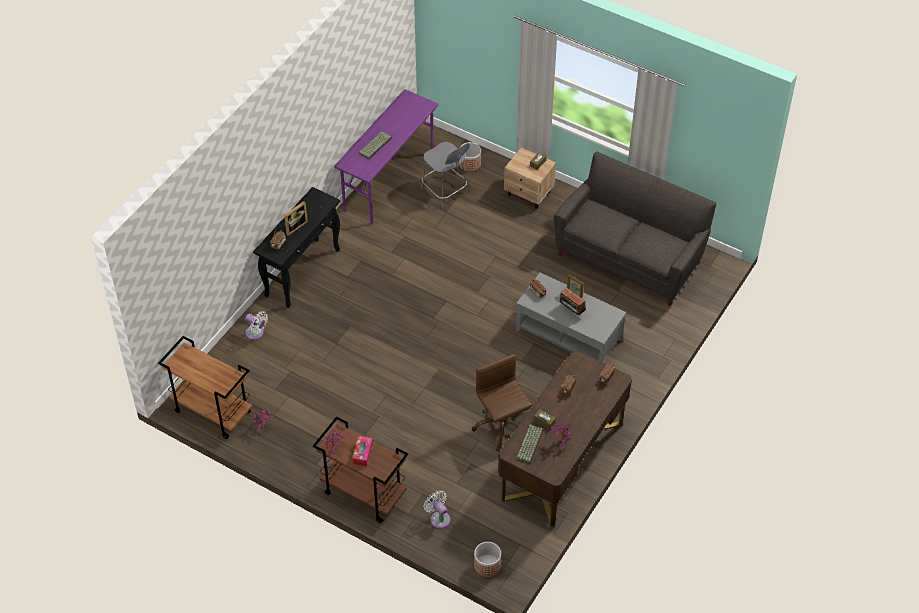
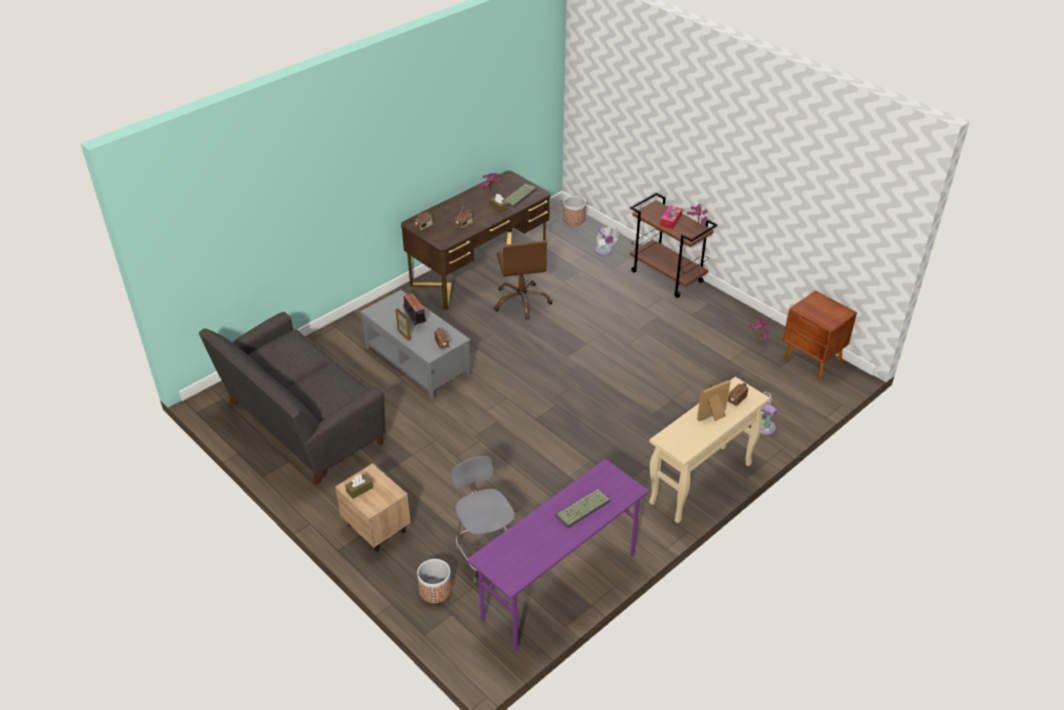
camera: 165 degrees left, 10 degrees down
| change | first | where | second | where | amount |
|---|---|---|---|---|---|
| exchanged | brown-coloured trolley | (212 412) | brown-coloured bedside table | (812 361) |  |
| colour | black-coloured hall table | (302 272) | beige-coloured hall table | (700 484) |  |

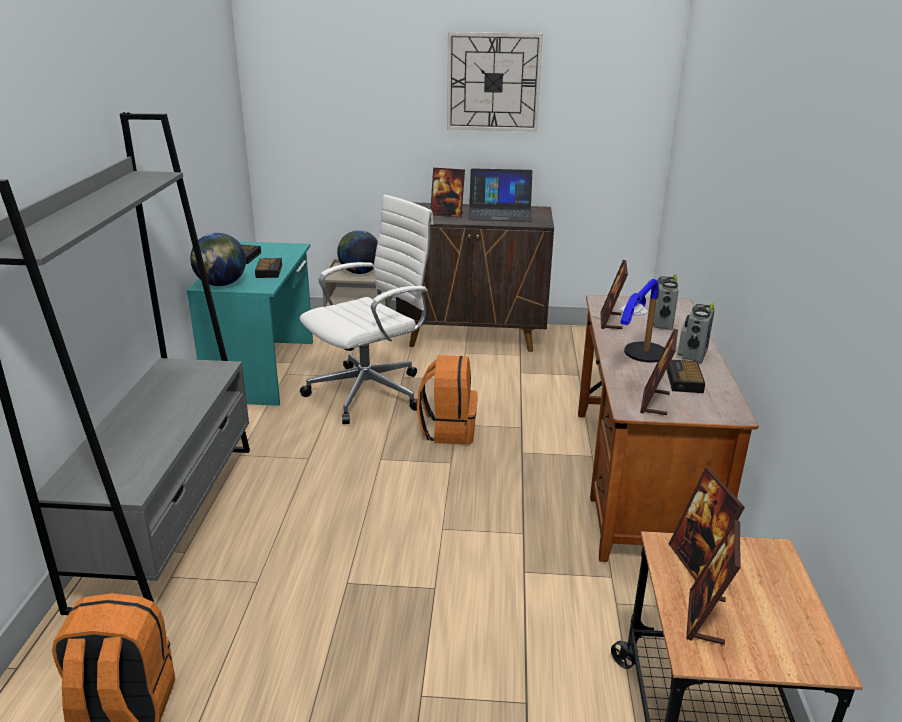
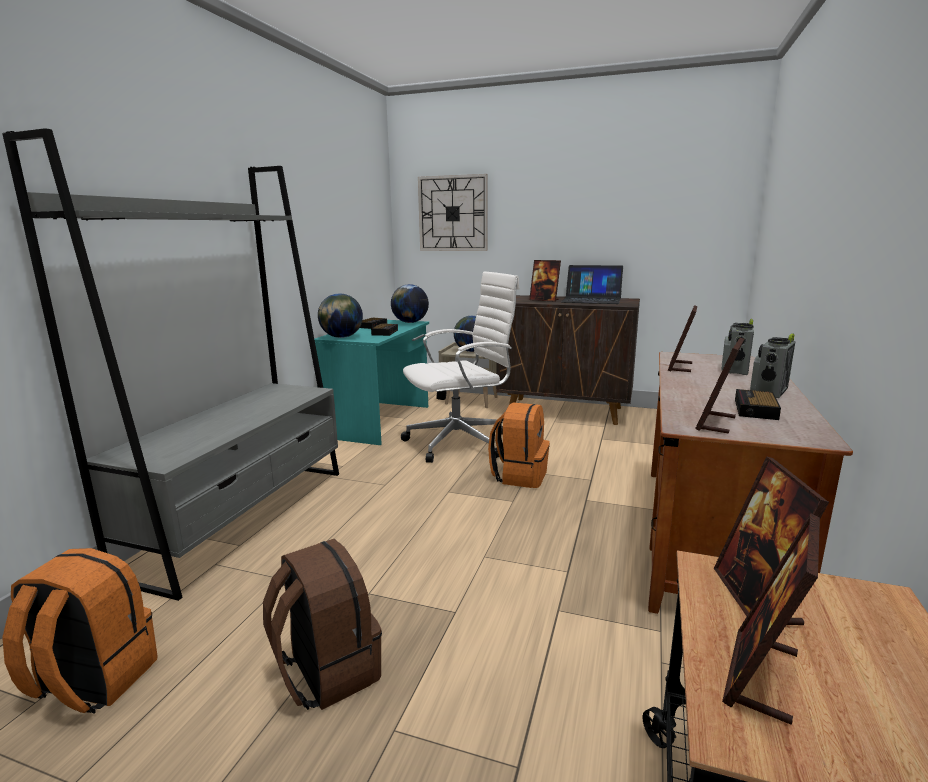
camera: 15 degrees right, 10 degrees down
| change | first | where | second | where | amount |
|---|---|---|---|---|---|
| relocated | wall clock | (493 82) |  | (453 213) |  |
| missing | table lamp | (638 362) |  |  |  |
| appeared |  |  | brown-coloured backpack | (326 671) |  |
| appeared |  |  | globe | (410 322) |  |

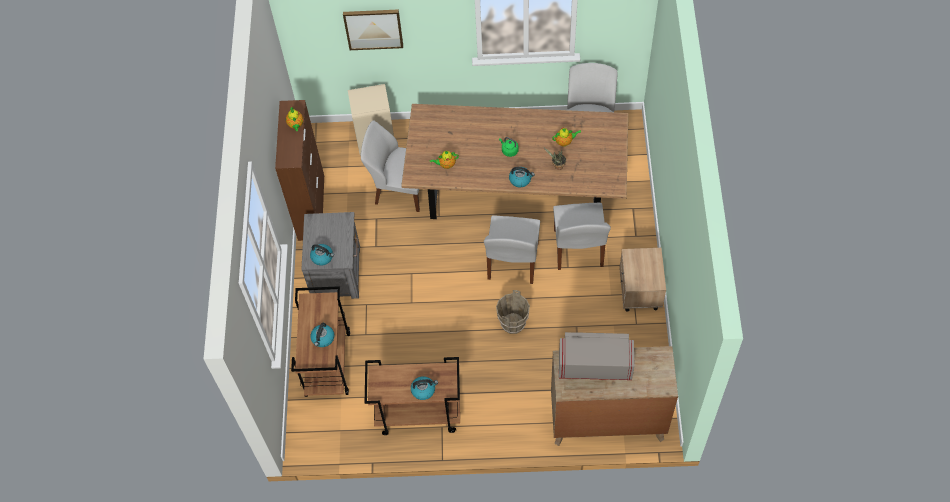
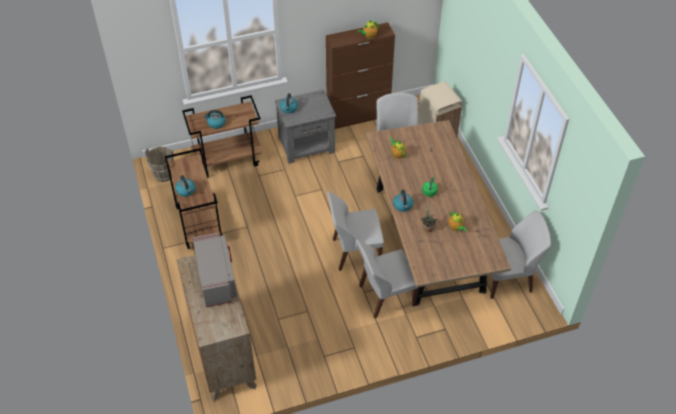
camera: 70 degrees right, 10 degrees down
| change | first | where | second | where | amount |
|---|---|---|---|---|---|
| missing | picture | (373 28) |  |  |  |
| relocated | brown-coloured water bucket | (513 324) |  | (164 175) |  |
| missing | beige-coloured bedside table | (639 293) |  |  |  |

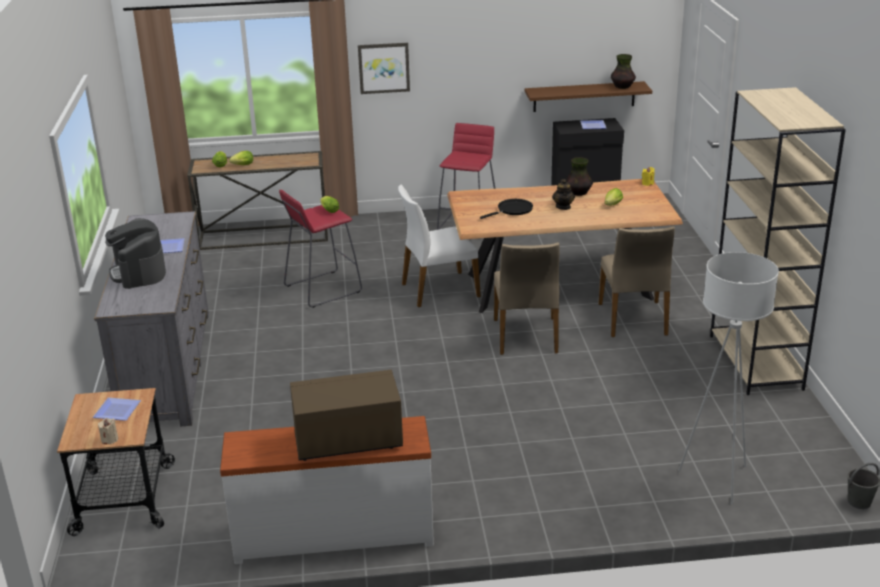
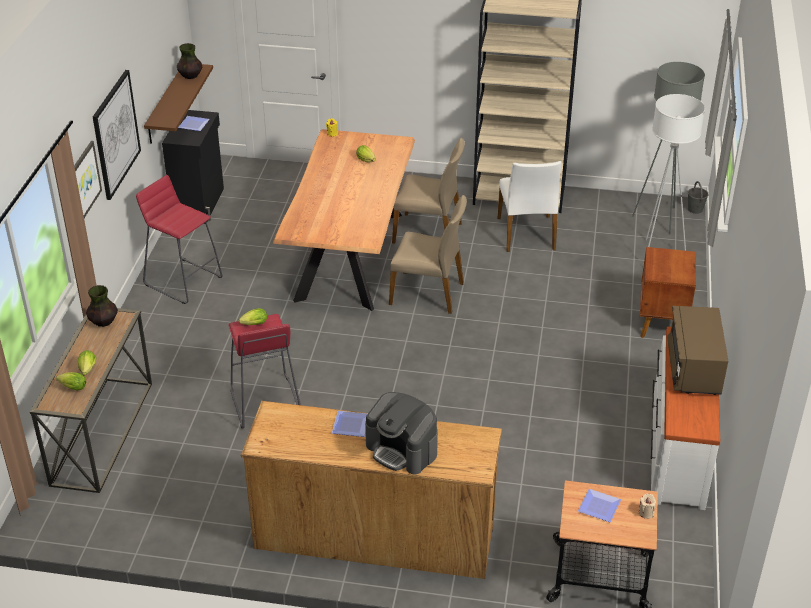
camera: 75 degrees left, 10 degrees up
| change | first | where | second | where | amount |
|---|---|---|---|---|---|
| colour | greyish chest of drawers | (167 367) | brown-coloured chest of drawers | (374 535) |  |
| spun | coffee maker | (139 272) |  | (402 449) | 45 degrees clockwise |
| relocated | white upright chair | (439 290) |  | (527 234) |  |
| missing | black-coloured skillet | (513 210) |  |  |  |
| missing | teapot | (563 207) |  |  |  |
| relocated | flower vase | (578 193) |  | (103 322) |  |
| appeared |  |  | picture | (116 134) |  |
| appeared |  |  | greyish standing lamp | (659 219) |  |
| appeared |  |  | brown-coloured bedside table | (662 324) |  |

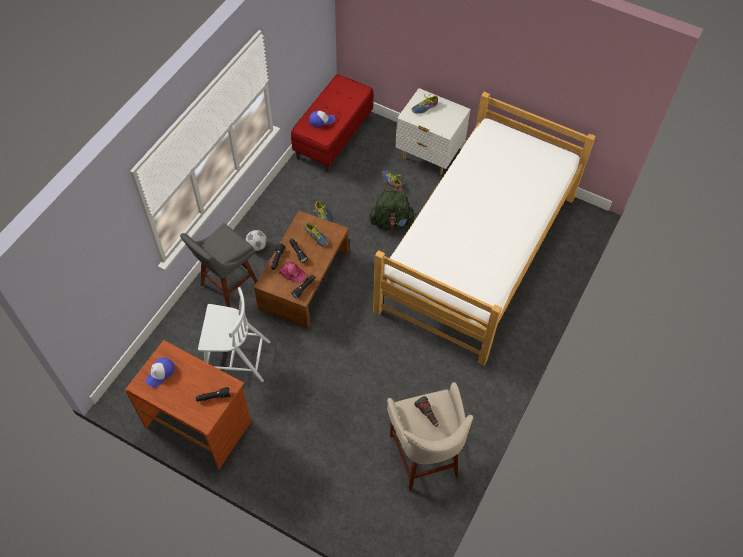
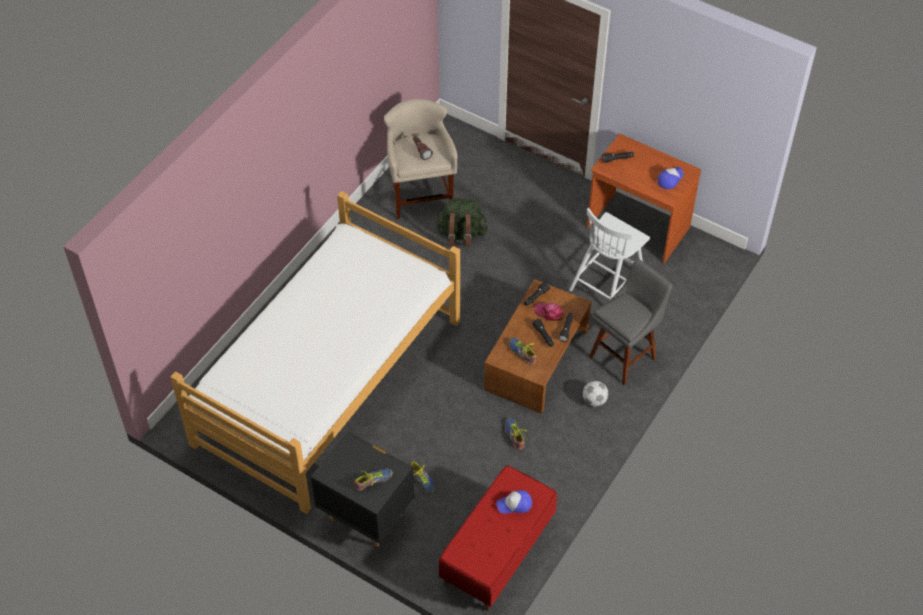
camera: 175 degrees left, 5 degrees down
| change | first | where | second | where | amount |
|---|---|---|---|---|---|
| spun | white upright chair | (236 359) |  | (607 282) | 60 degrees counterclockwise |
| relocated | green backpack | (391 222) |  | (461 234) |  |
| colour | white bedside table | (429 156) | black-coloured bedside table | (366 516) |  |

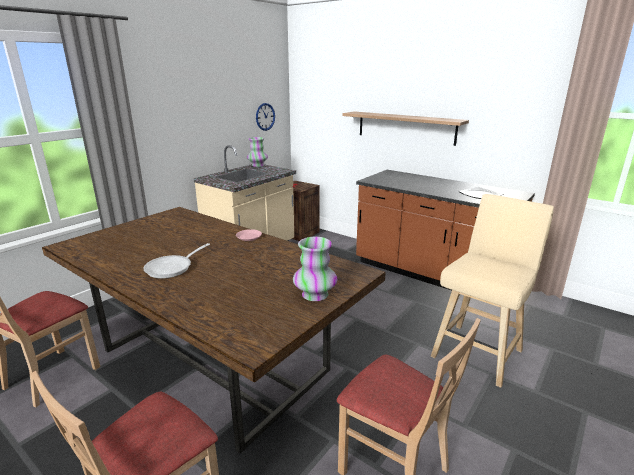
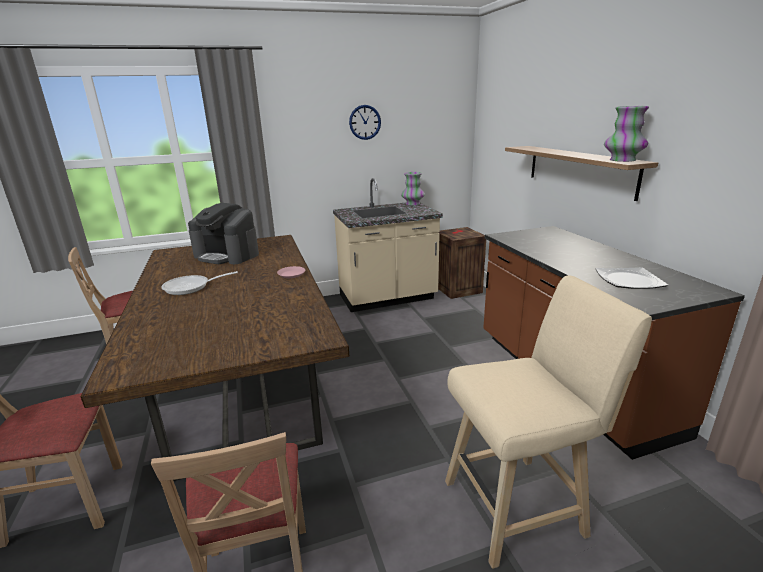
camera: 35 degrees right, 0 degrees up
| change | first | where | second | where | amount |
|---|---|---|---|---|---|
| relocated | wall clock | (265 117) |  | (365 122) |  |
| relocated | flower vase | (315 294) |  | (622 160) |  |
| appeared |  |  | coffee maker | (227 255) |  |

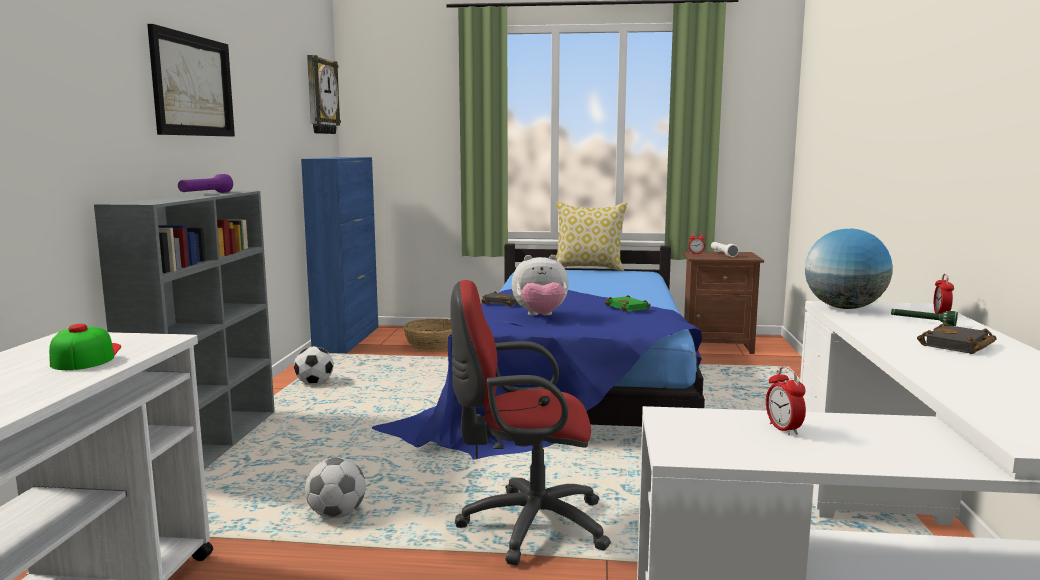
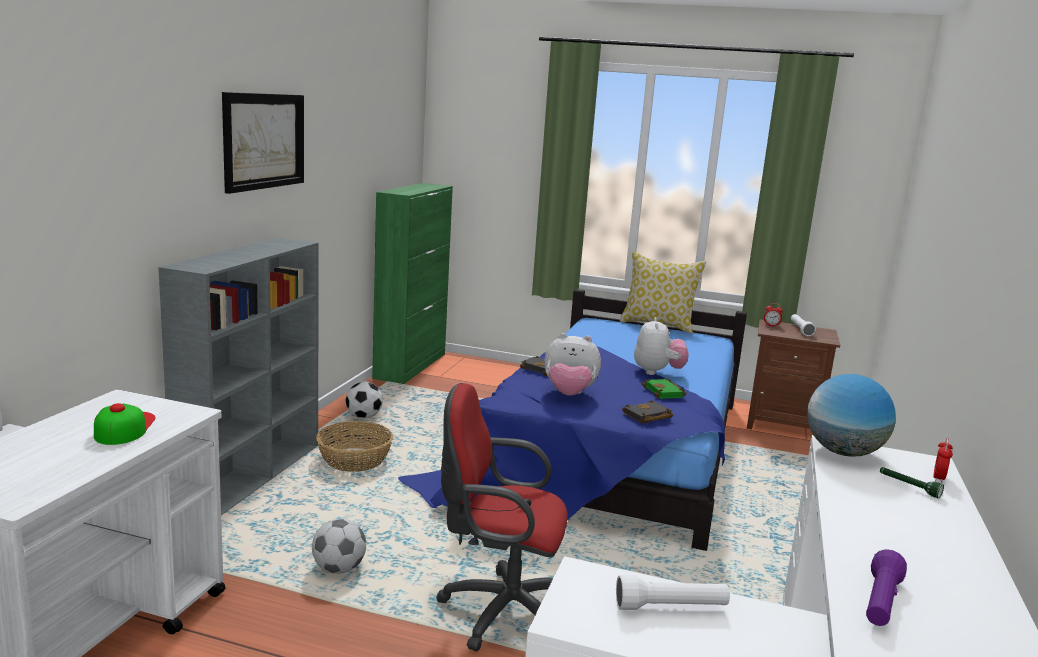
camera: 10 degrees right, 5 degrees up
| change | first | where | second | where | amount |
|---|---|---|---|---|---|
| relocated | purplish torch | (205 194) |  | (880 603) |  |
| colour | blue-coloured cabinet | (347 339) | green cabinet | (411 365) |  |
| missing | wall clock | (320 96) |  |  |  |
| relocated | household basket | (433 345) |  | (355 460) |  |
| exchanged | table clock | (783 429) | white torch | (671 607) |  |
| relocated | black-coloured volume | (958 346) |  | (647 417) |  |
| appeared |  |  | cuddly toy | (657 372) |  |

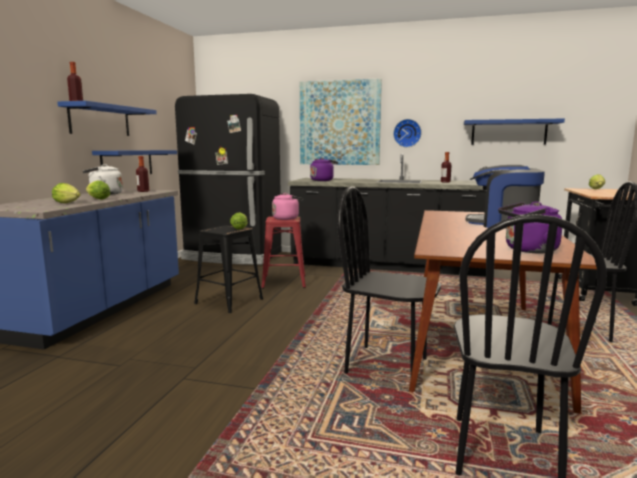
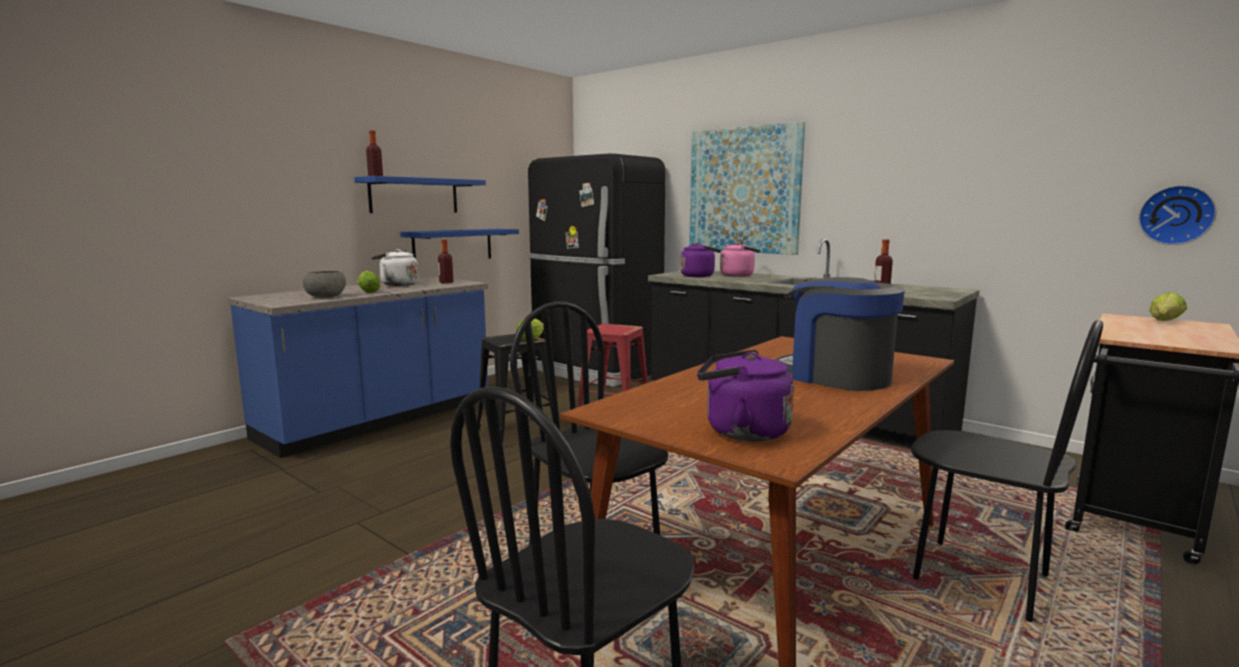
camera: 25 degrees right, 0 degrees up
| change | first | where | second | where | amount |
|---|---|---|---|---|---|
| exchanged | lettuce | (68 203) | greyish serving bowl | (326 296) |  |
| relocated | pink-coloured tea kettle | (287 218) |  | (739 275) |  |
| relocated | wall clock | (407 133) |  | (1176 215) |  |
| missing | blue-coloured wall shelf | (508 132) |  |  |  |

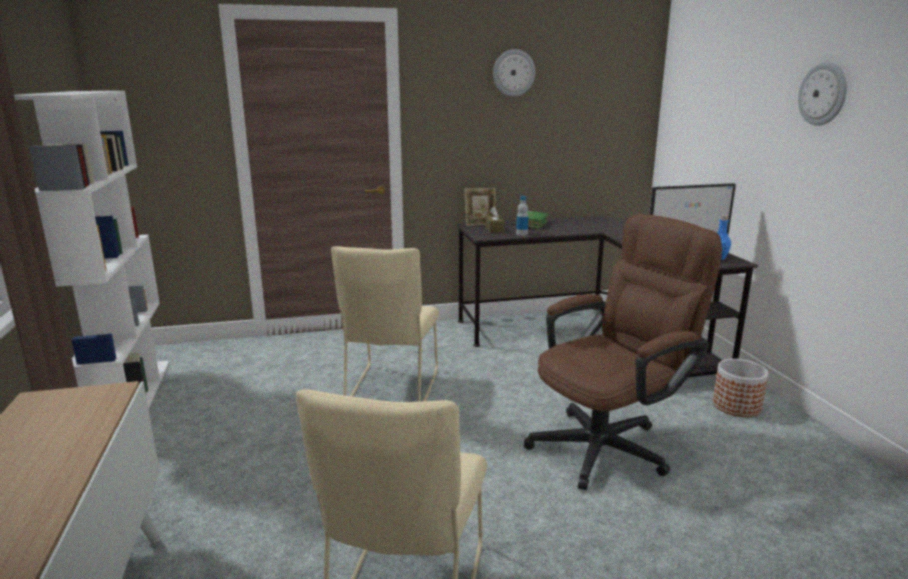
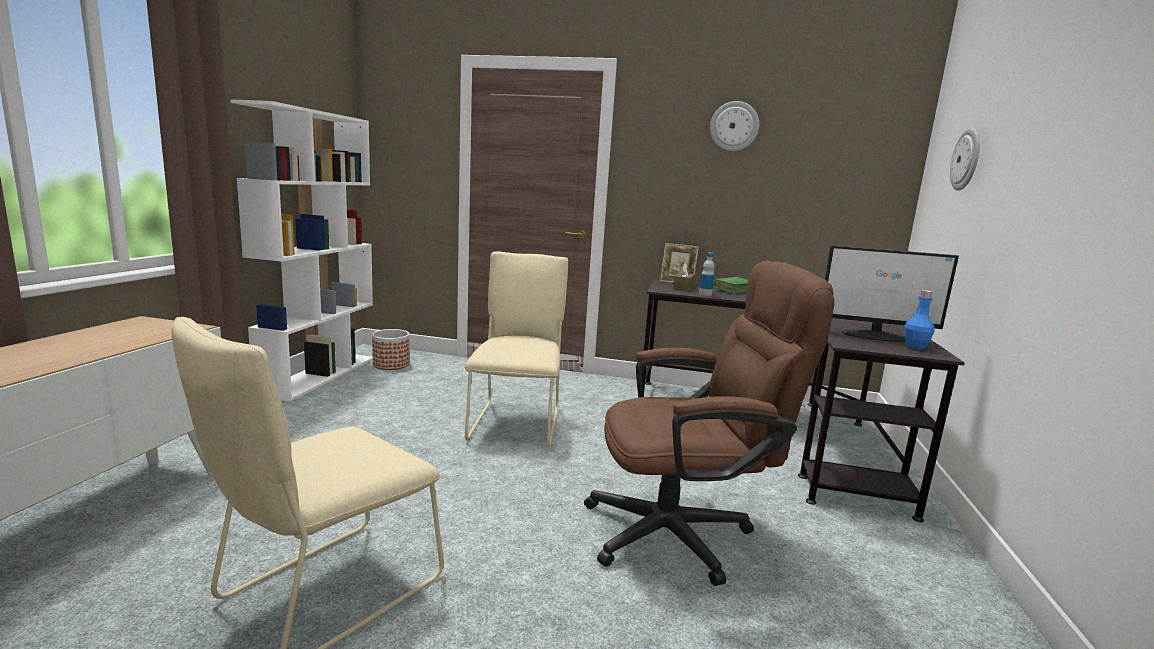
camera: 25 degrees right, 5 degrees down
| change | first | where | second | where | amount |
|---|---|---|---|---|---|
| spun | beige-coloured upright chair | (391 391) |  | (516 422) | 150 degrees clockwise |
| relocated | flower pot | (737 406) |  | (391 364) |  |
| relocated | wall clock | (823 94) |  | (966 159) |  |

